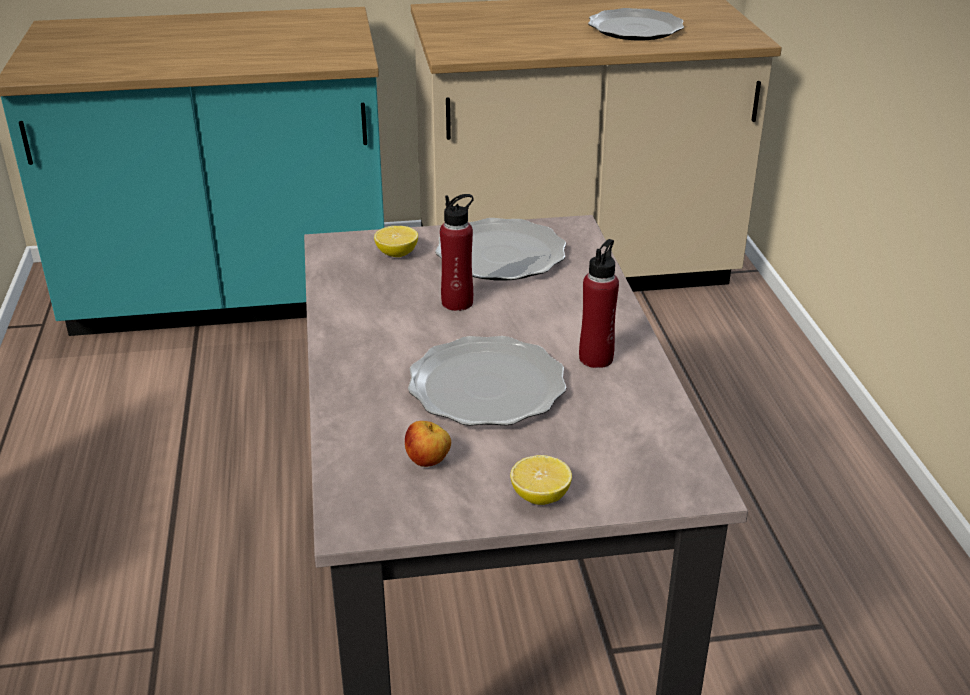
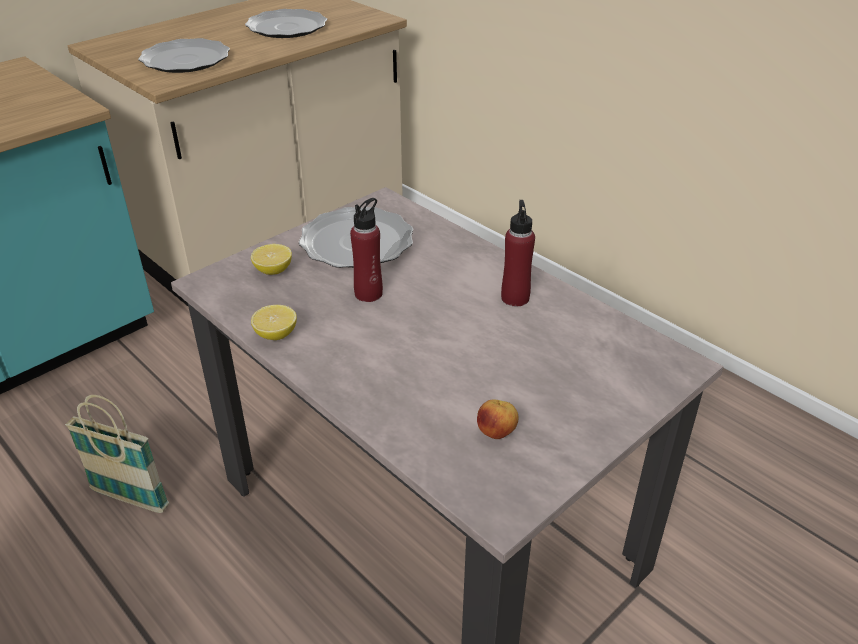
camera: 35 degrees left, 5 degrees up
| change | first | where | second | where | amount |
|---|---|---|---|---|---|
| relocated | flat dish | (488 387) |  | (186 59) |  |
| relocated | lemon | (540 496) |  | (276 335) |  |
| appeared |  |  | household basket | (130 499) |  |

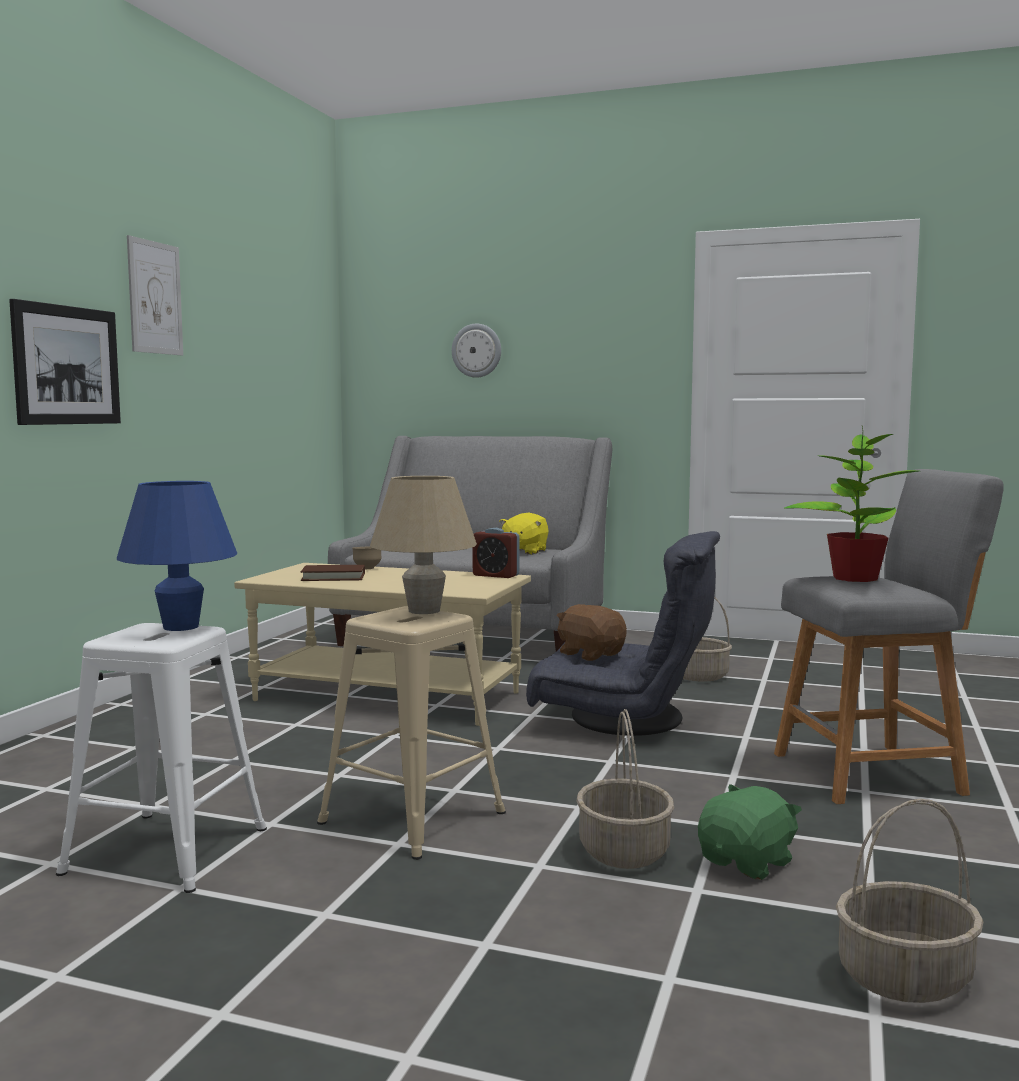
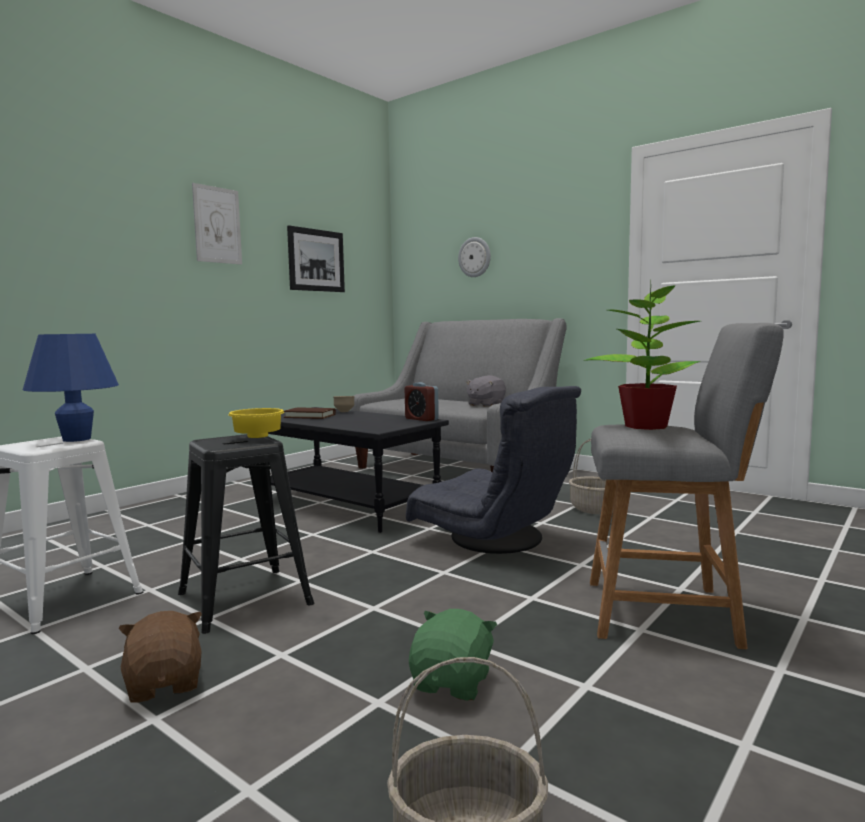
camera: 20 degrees right, 0 degrees up
| change | first | where | second | where | amount |
|---|---|---|---|---|---|
| relocated | picture | (67 365) |  | (316 260) |  |
| colour | beige-coloured low table | (389 696) | black-coloured low table | (346 505) |  |
| colour | beige-coloured stool seat | (412 816) | black-coloured stool seat | (245 597) |  |
| exchanged | beige-coloured table lamp | (424 611) | yellow serving bowl | (257 437) |  |
| colour | yellow cuddly toy | (524 551) | greyish cuddly toy | (485 405) |  |
| relocated | brown-coloured cuddly toy | (590 654) |  | (165 684) |  |
| missing | household basket | (625 852) |  |  |  |
| spun | green cuddly toy | (747 862) |  | (453 683) | 45 degrees counterclockwise |

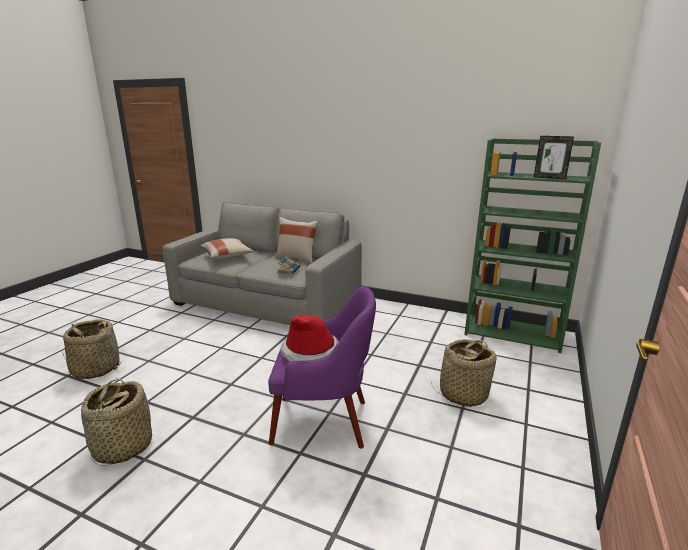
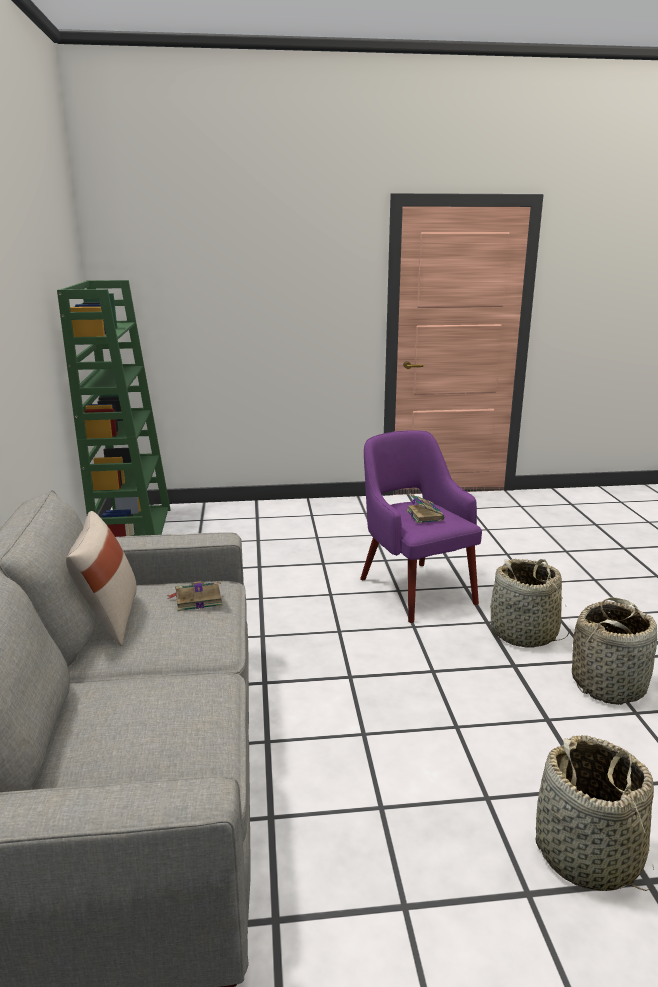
camera: 120 degrees left, 0 degrees up
| change | first | where | second | where | amount |
|---|---|---|---|---|---|
| missing | beige-coloured throw pillow | (227 257) |  |  |  |
| exchanged | wearable hat | (310 353) | volume | (424 515) |  |
| relocated | household basket | (463 394) |  | (524 633) |  |
| missing | photo frame | (549 178) |  |  |  |

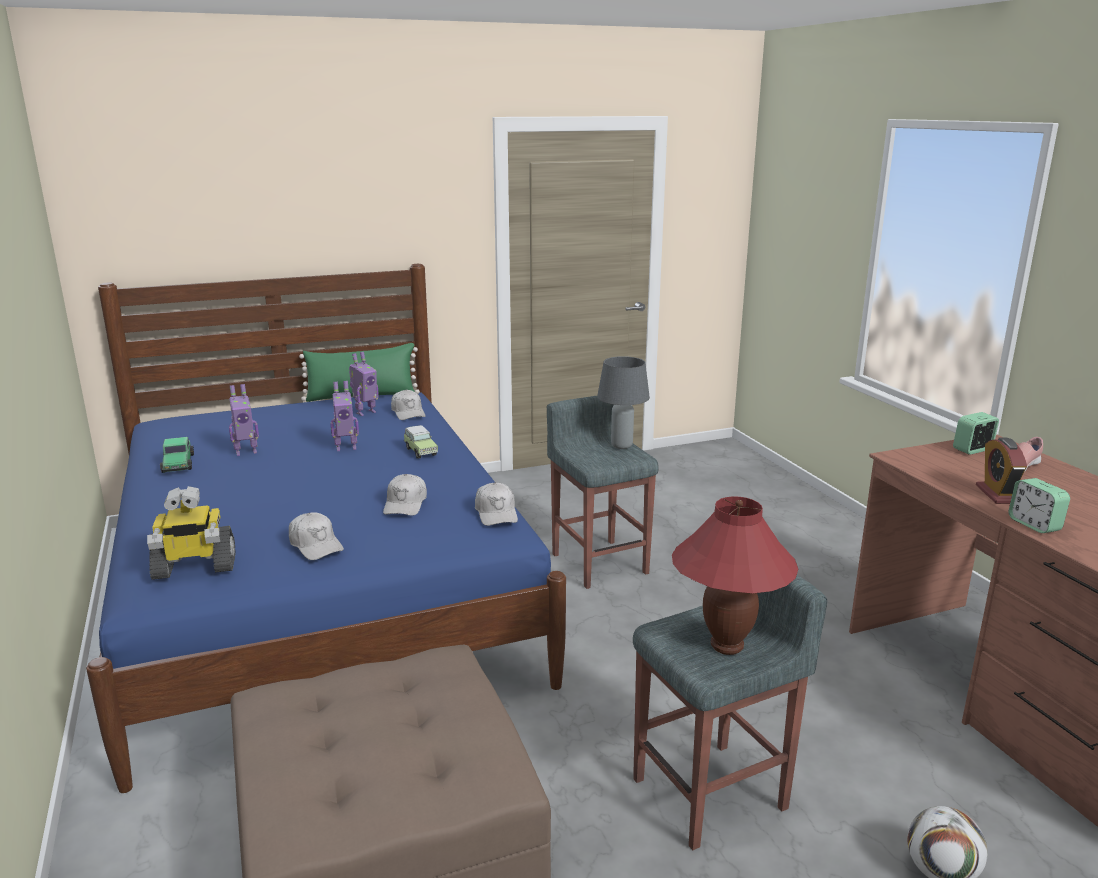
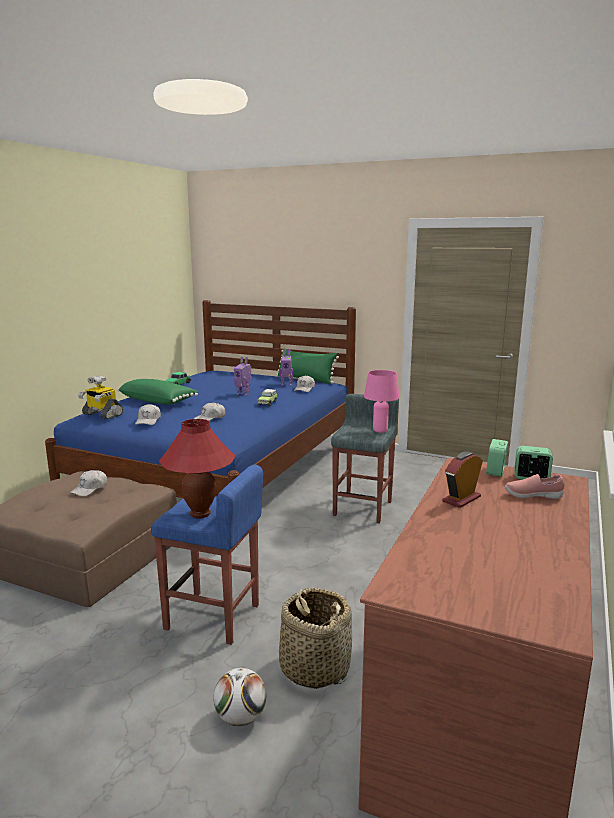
camera: 45 degrees right, 5 degrees down
| change | first | where | second | where | amount |
|---|---|---|---|---|---|
| missing | toy robot | (246 452) |  |  |  |
| relocated | white baseball cap | (496 513) |  | (90 489) |  |
| colour | greyish table lamp | (621 446) | pink-coloured table lamp | (379 431) |  |
| colour | greyish stool seat | (712 793) | blue-coloured stool seat | (213 617) |  |
| relocated | table clock | (1034 525) |  | (495 471) |  |
| appeared |  |  | green throw pillow | (158 401) |  |
| appeared |  |  | household basket | (314 667) |  |

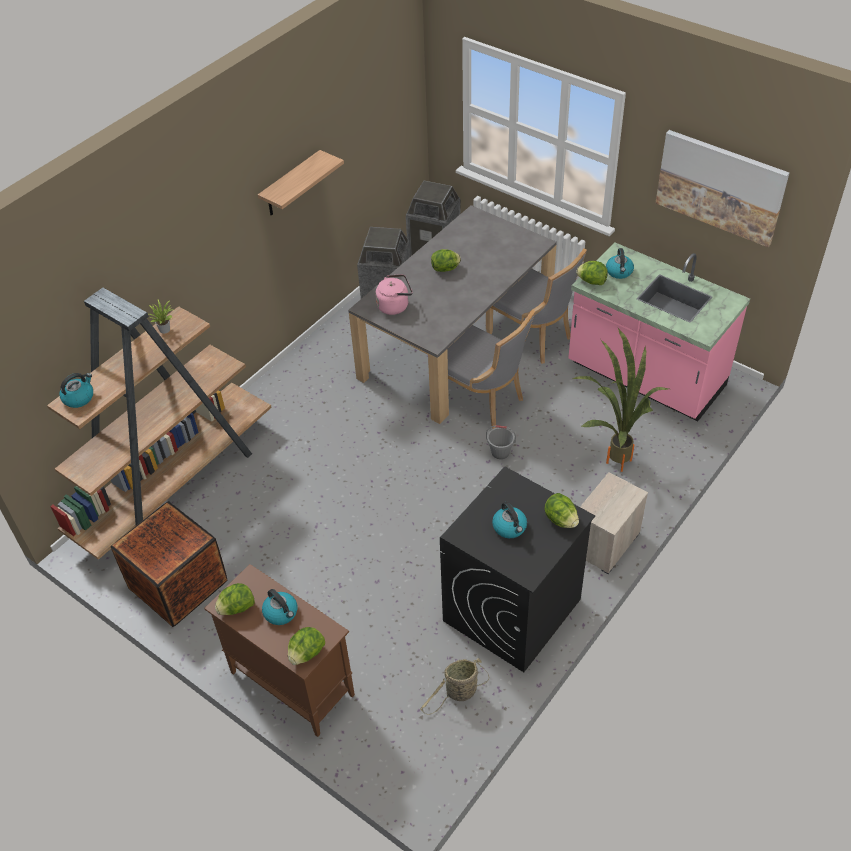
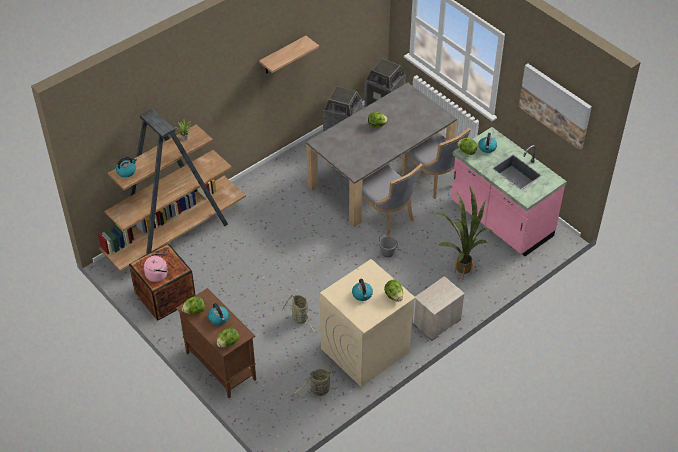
camera: 10 degrees right, 0 degrees up
| change | first | where | second | where | amount |
|---|---|---|---|---|---|
| relocated | pink-coloured tea kettle | (395 306) |  | (158 274) |  |
| colour | black-coloured washing machine | (512 611) | beige-coloured washing machine | (364 350) |  |
| appeared |  |  | household basket | (300 319) |  |

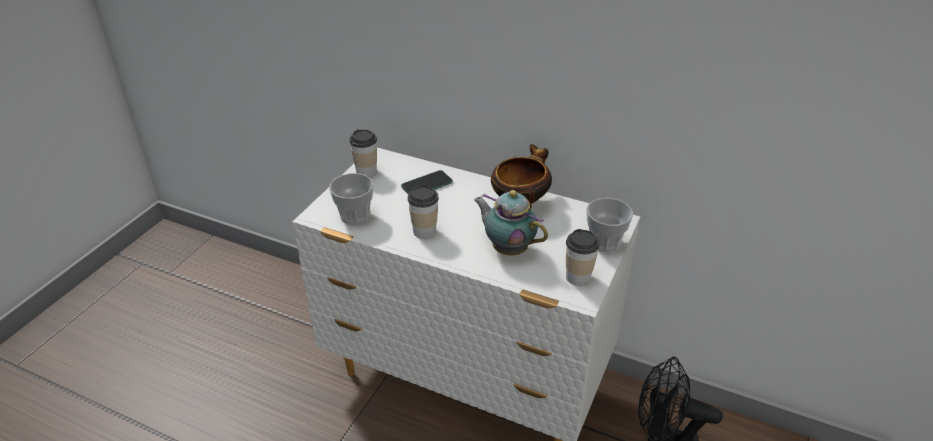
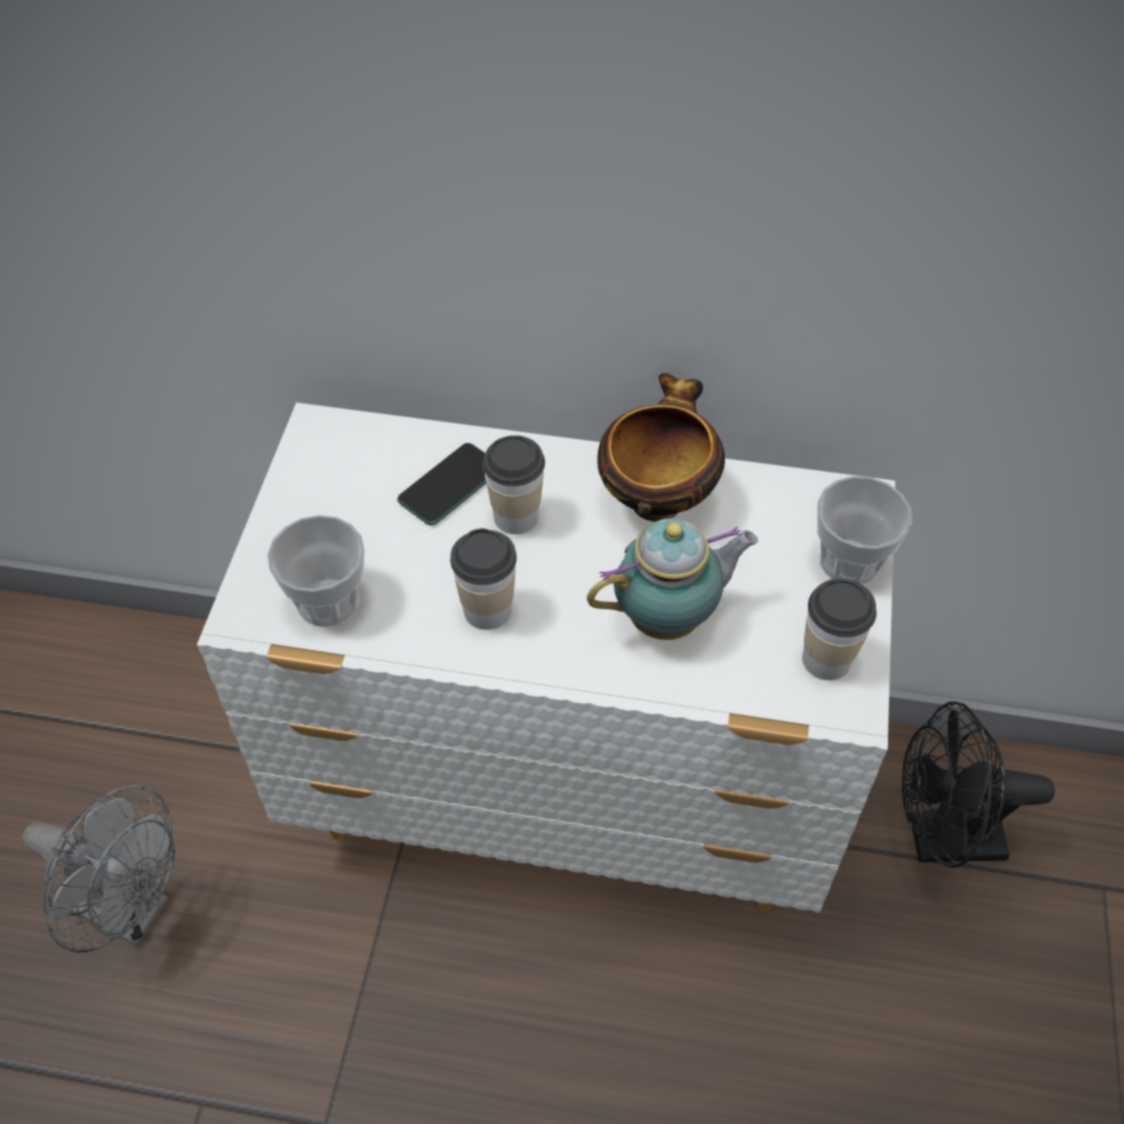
camera: 15 degrees left, 15 degrees up
| change | first | where | second | where | amount |
|---|---|---|---|---|---|
| relocated | drinking cup | (366 171) |  | (516 516) |  |
| spun | teapot | (508 248) |  | (669 618) | 135 degrees clockwise |
| appeared |  |  | greyish cooling fan | (131 910) |  |

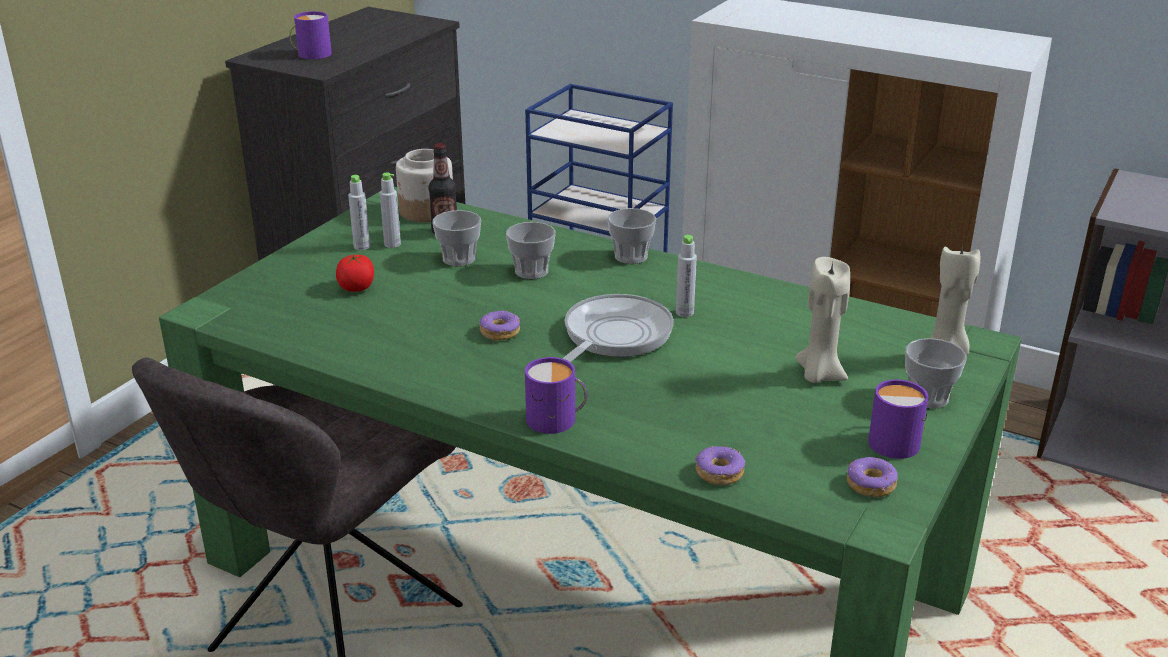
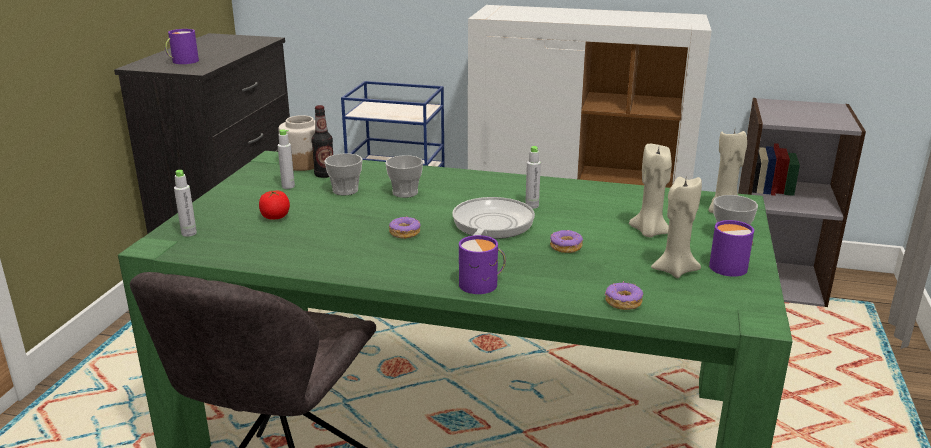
camera: 15 degrees left, 5 degrees down
| change | first | where | second | where | amount |
|---|---|---|---|---|---|
| relocated | greyish beverage bottle | (362 246) |  | (189 233) |  |
| missing | drinking cup | (631 257) |  |  |  |
| relocated | ring doughnut | (871 485) |  | (566 247) |  |
| appeared |  |  | beige-coloured wax light | (674 270) |  |

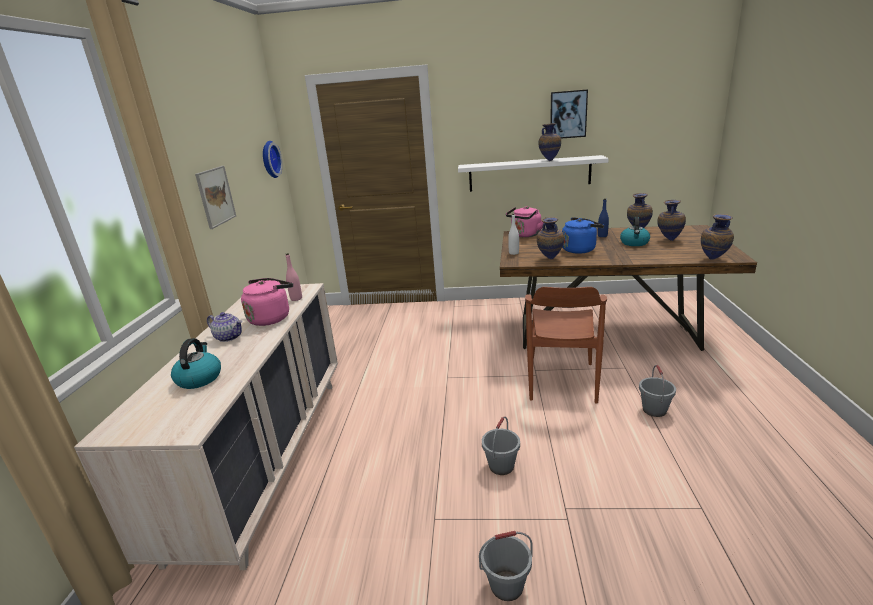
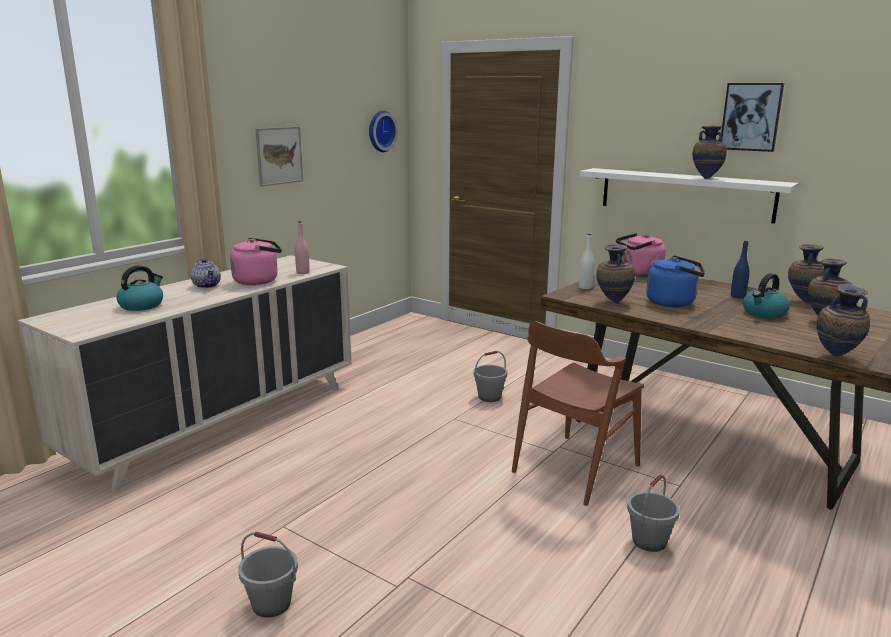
camera: 30 degrees right, 5 degrees down
| change | first | where | second | where | amount |
|---|---|---|---|---|---|
| relocated | greyish water bucket | (501 466) |  | (489 397) |  |

